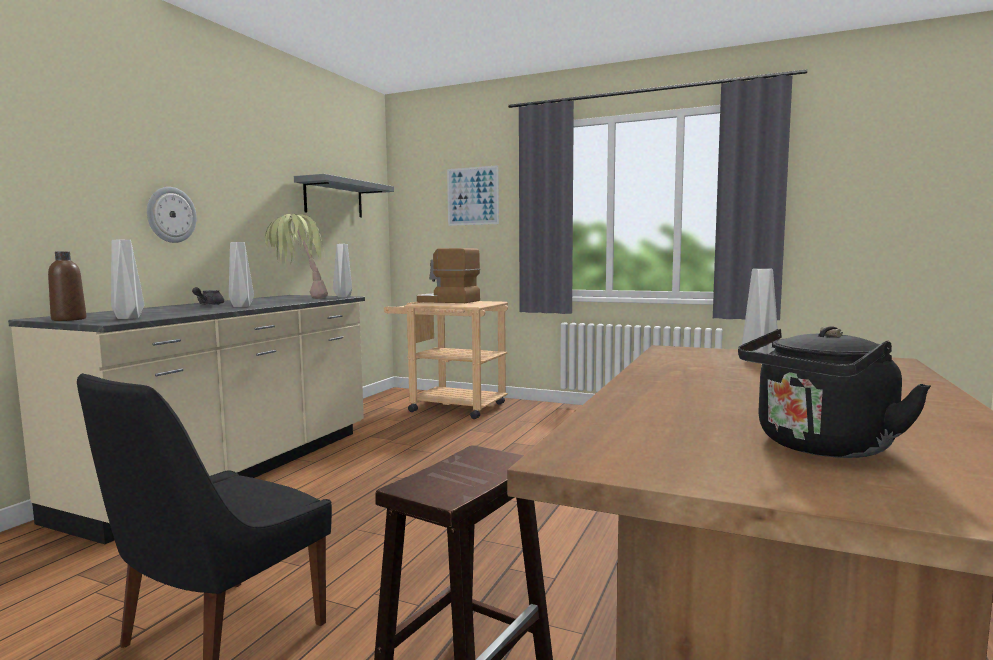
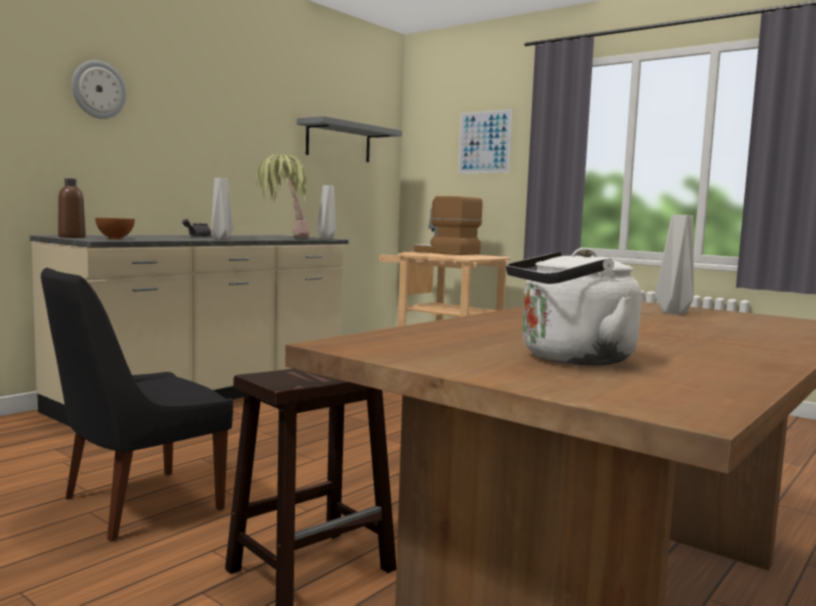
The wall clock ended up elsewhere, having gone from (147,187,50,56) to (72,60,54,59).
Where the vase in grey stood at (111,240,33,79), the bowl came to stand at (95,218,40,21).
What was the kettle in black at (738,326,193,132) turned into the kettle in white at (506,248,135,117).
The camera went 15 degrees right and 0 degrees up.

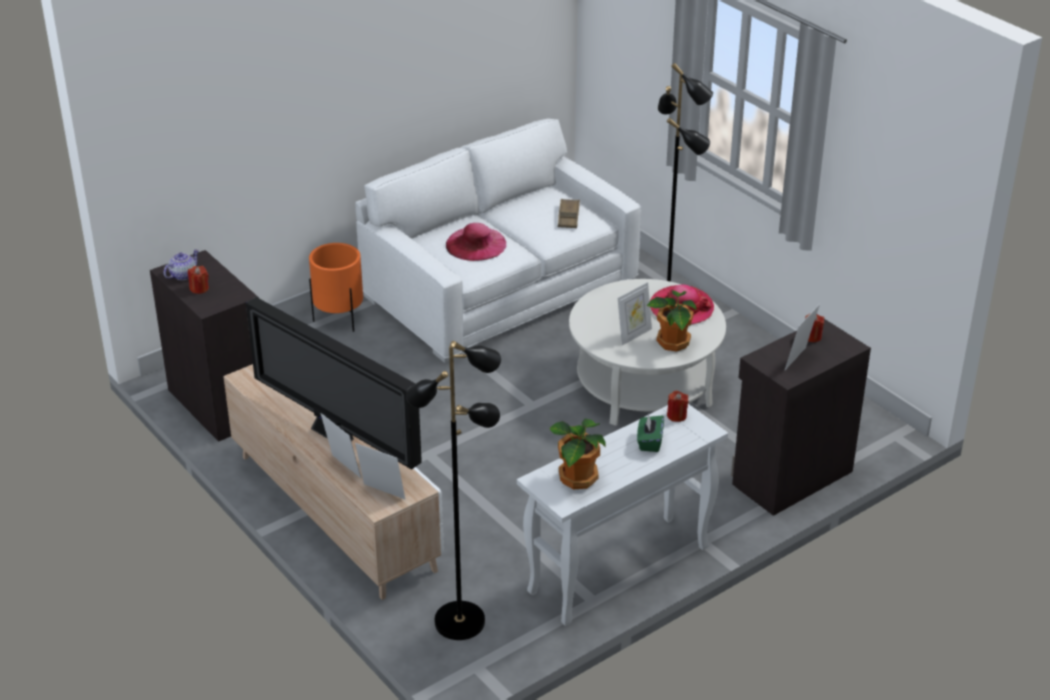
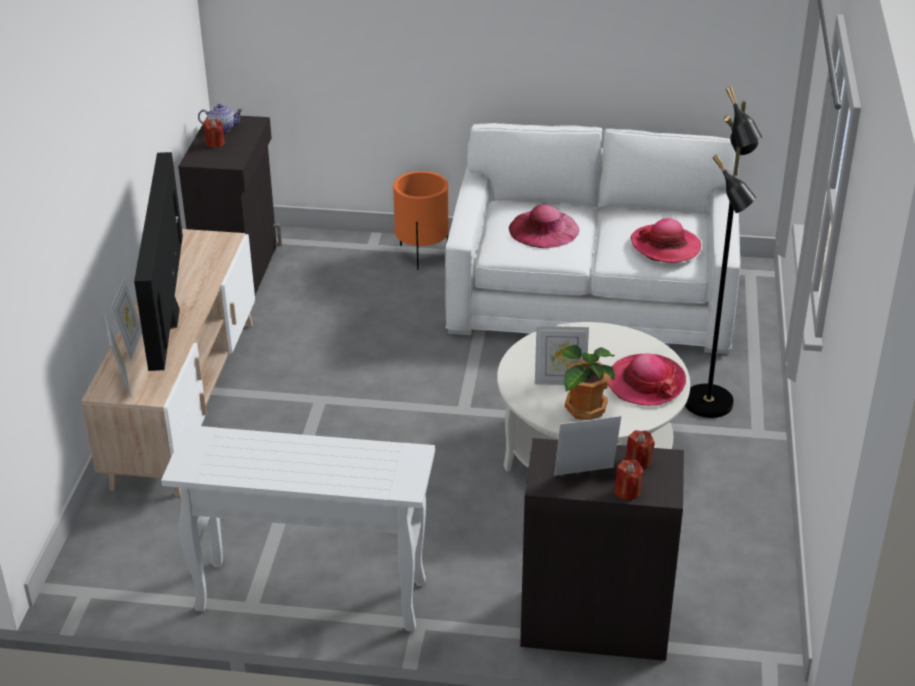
Where the tray in brown stood at (558,199,22,29), the hat came to stand at (630,219,71,44).
The second view lost the floor lamp in black at (406,341,95,299).
The candle in red ended up elsewhere, having gone from (667,391,22,31) to (614,460,30,40).
The second view lost the tissue box in green at (637,413,27,39).
The second view lost the potted plant at (550,419,56,70).
The camera went 45 degrees right and 0 degrees up.

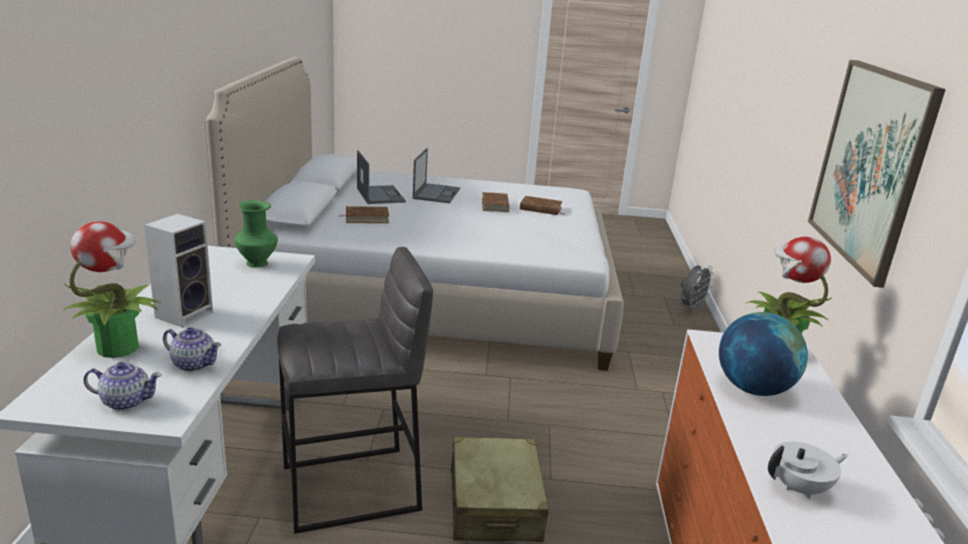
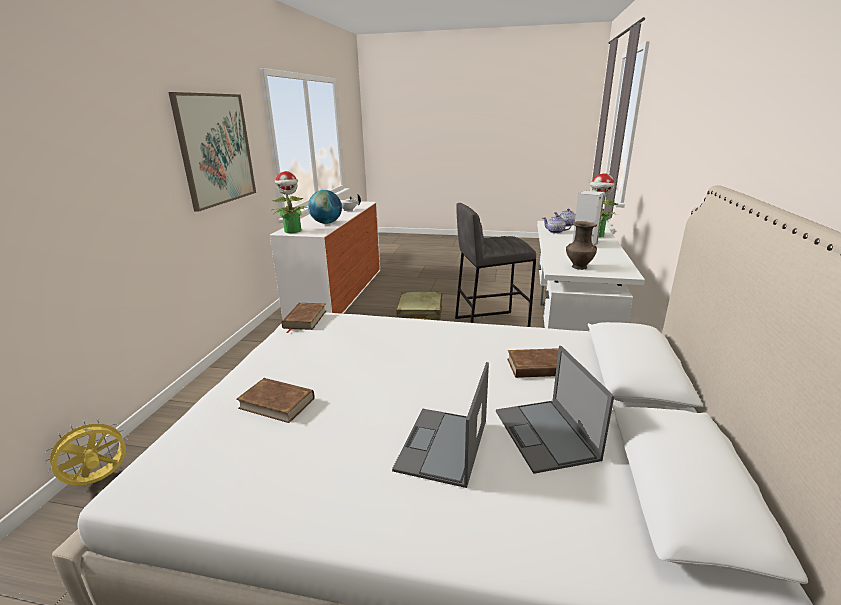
The book in brown ended up elsewhere, having gone from (482,192,28,20) to (282,303,45,30).
What was the vase in green at (235,200,43,68) turned into the vase in brown at (566,221,31,49).
What was the fan in grey at (681,265,33,49) turned into the fan in yellow at (44,418,84,68).
The camera went 170 degrees left and 0 degrees up.

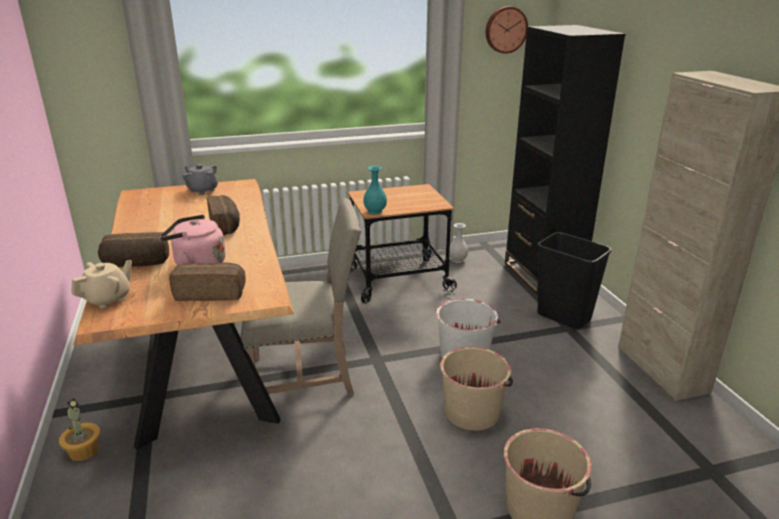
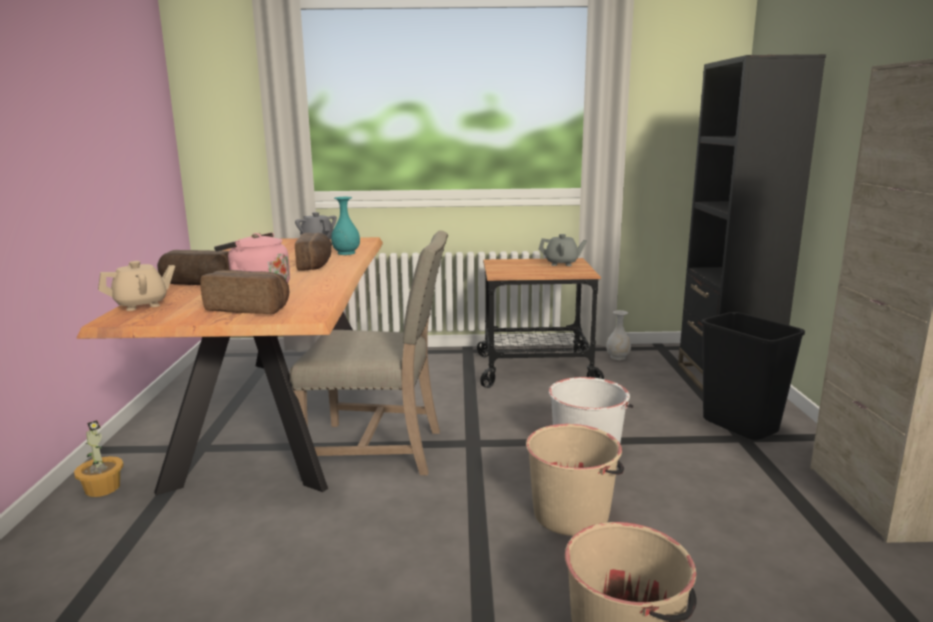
The second view lost the wall clock at (486,6,42,48).
The vase in turquoise ended up elsewhere, having gone from (363,166,24,48) to (331,197,29,58).
The second view gained the teapot in grey at (538,234,49,32).
The camera went 15 degrees right and 10 degrees down.

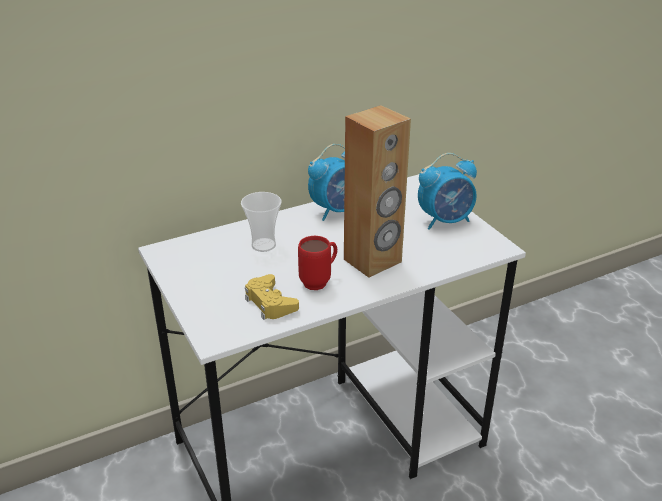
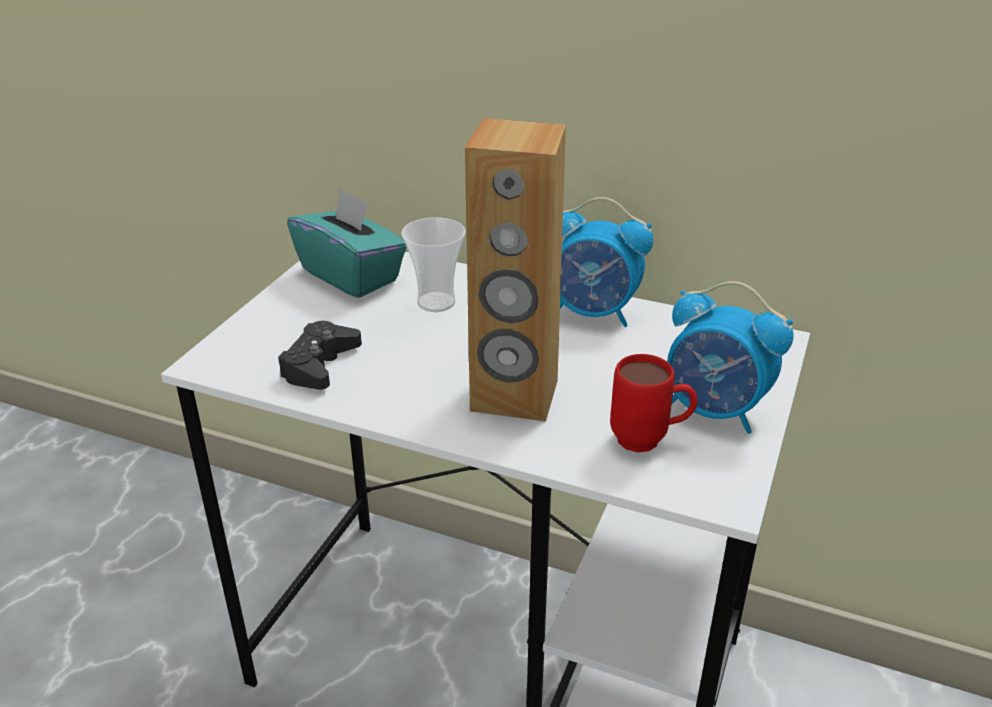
The mug in red ended up elsewhere, having gone from (298,236,39,54) to (610,354,88,98).
What was the game controller in yellow at (245,274,54,46) turned into the game controller in black at (278,321,84,69).
The second view gained the tissue box in turquoise at (287,188,120,110).
The camera went 50 degrees right and 0 degrees up.

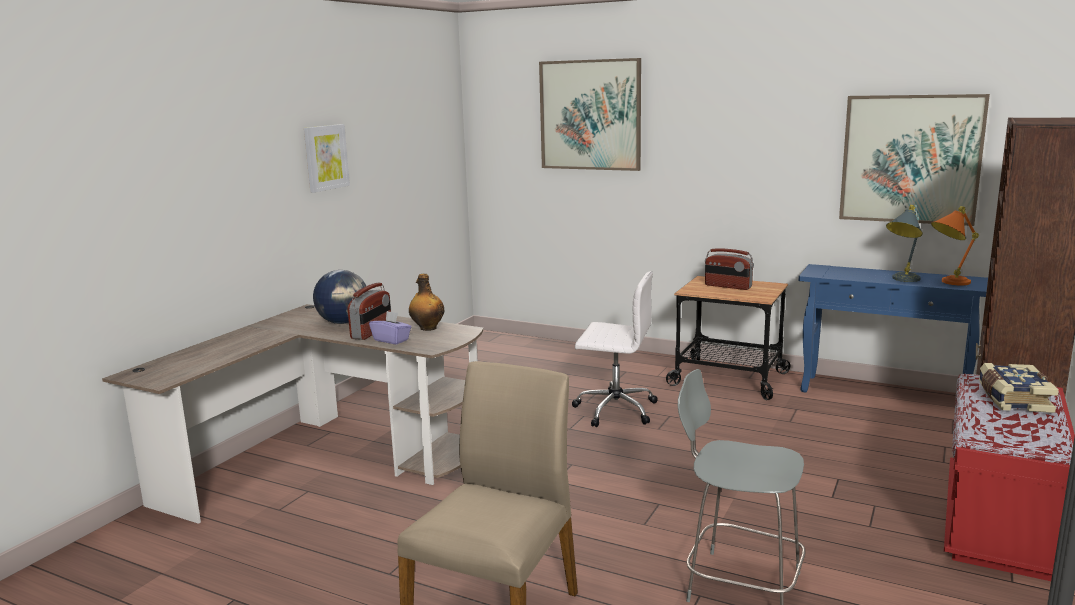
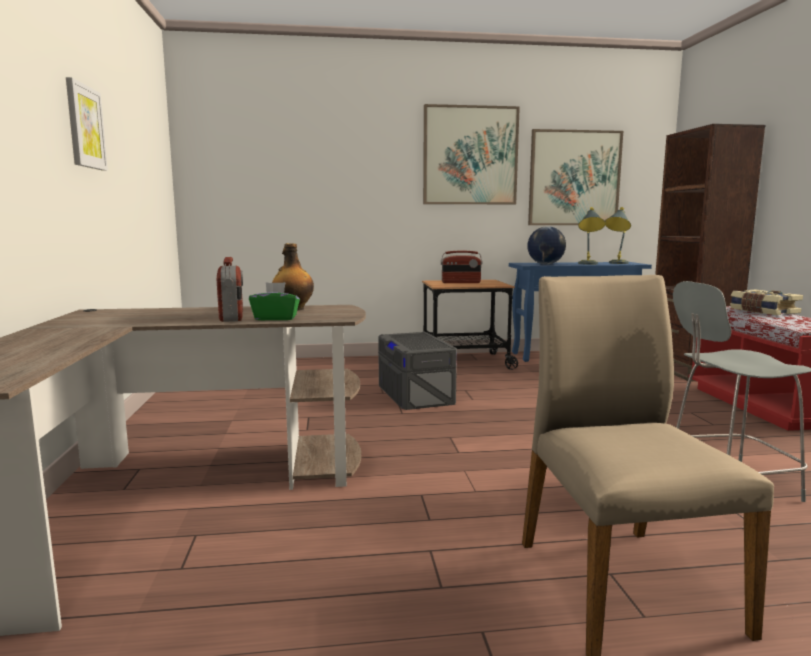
The picture ended up elsewhere, having gone from (539,58,102,113) to (423,104,97,100).
What was the table lamp in orange at (931,206,48,79) turned into the table lamp in grey at (605,207,26,57).
The globe ended up elsewhere, having gone from (313,270,54,54) to (527,226,39,38).
Where the office chair in white stood at (572,271,86,156), the storage box in grey came to stand at (378,332,79,78).
What was the tissue box in purple at (369,311,43,34) turned into the tissue box in green at (249,282,51,38).
The camera went 35 degrees left and 5 degrees down.

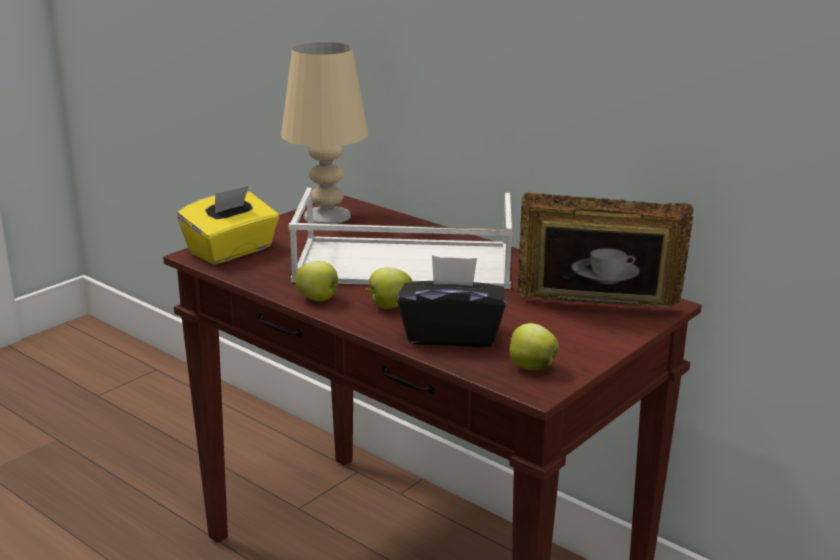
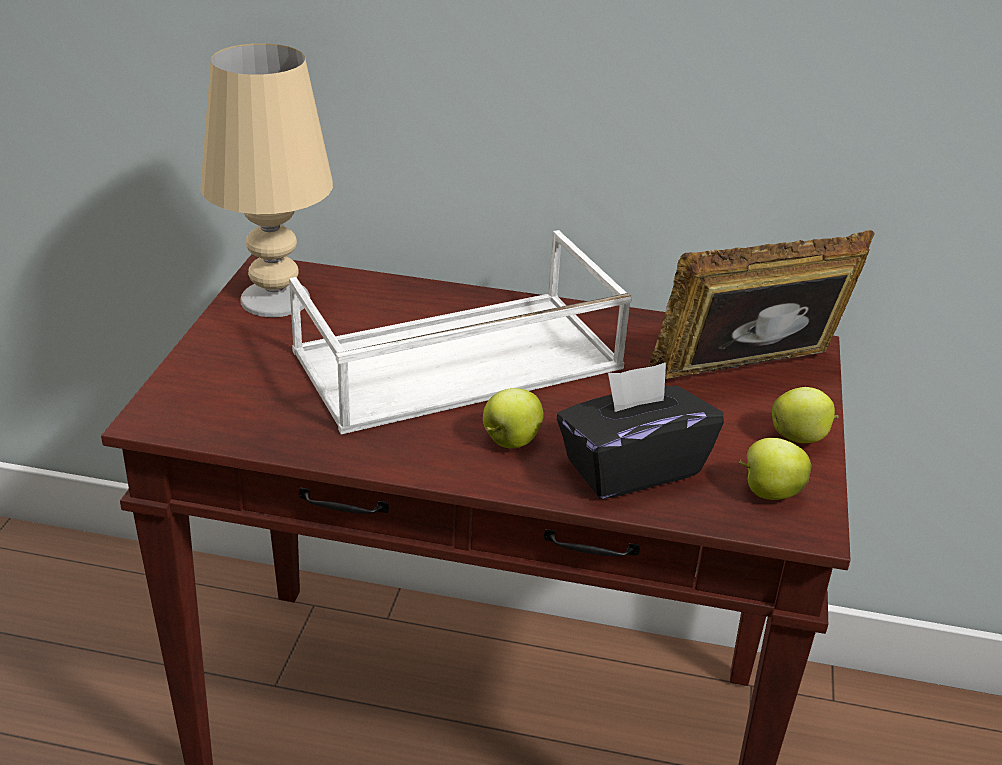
The second view lost the tissue box in yellow at (177,185,102,79).
The apple ended up elsewhere, having gone from (295,261,43,40) to (771,387,68,56).
The camera went 30 degrees left and 10 degrees up.

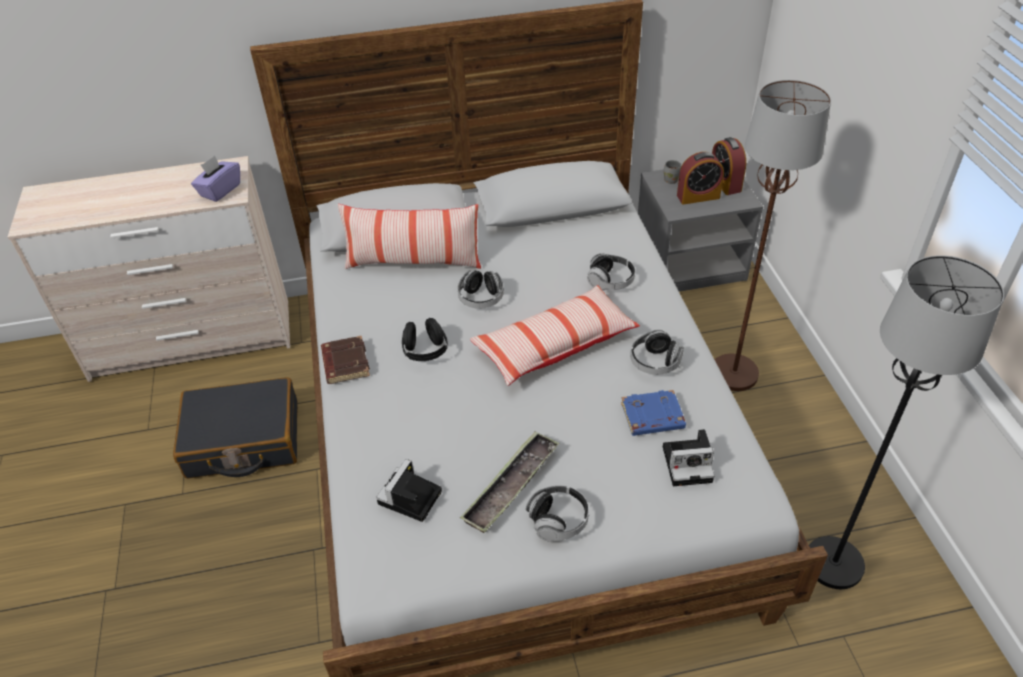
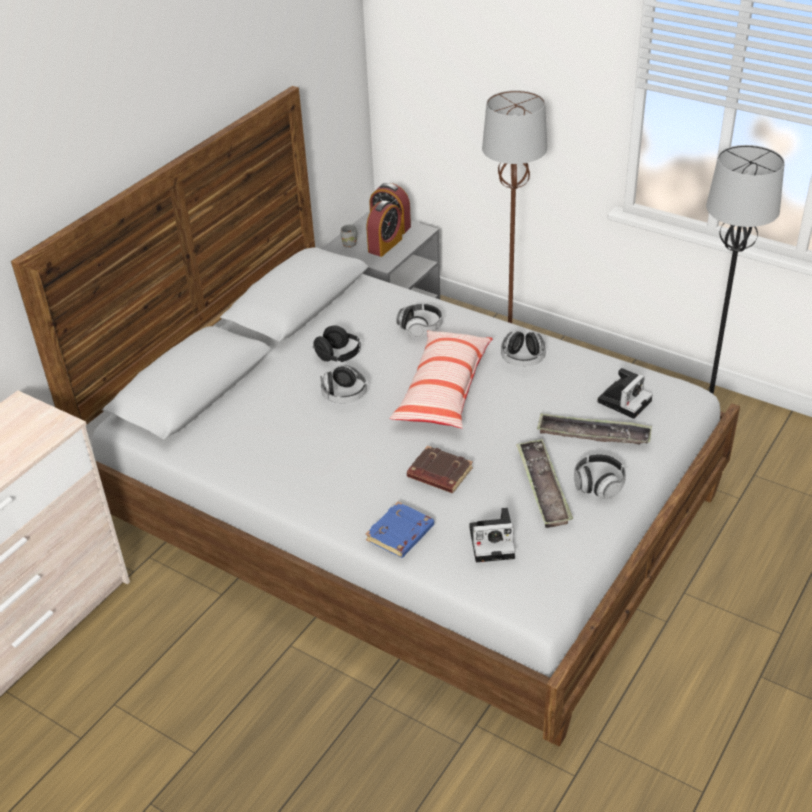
The second view lost the tissue box in purple at (191,156,49,46).
The second view lost the pillow at (338,204,143,65).
The headphones in black ended up elsewhere, having gone from (402,318,46,43) to (313,325,48,37).
The book in brown ended up elsewhere, having gone from (321,335,49,49) to (407,446,66,47).
The second view lost the suitcase in black at (173,377,125,101).
The book in blue ended up elsewhere, having gone from (621,390,65,46) to (365,502,69,56).
The photo camera at (376,459,66,63) ended up facing another way, 75 degrees counterclockwise from before.
The second view gained the tray at (537,413,115,31).
The camera went 45 degrees left and 5 degrees down.

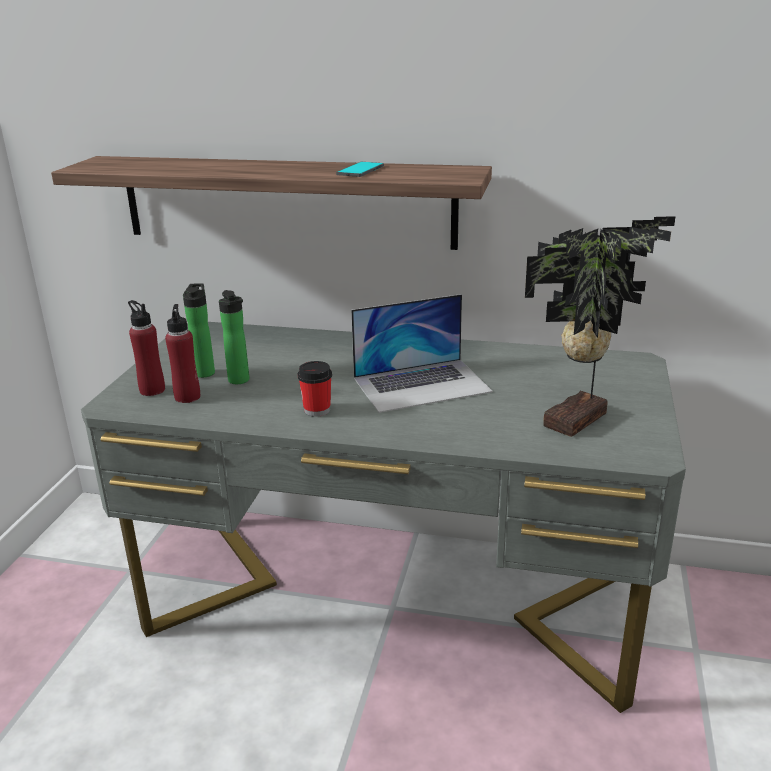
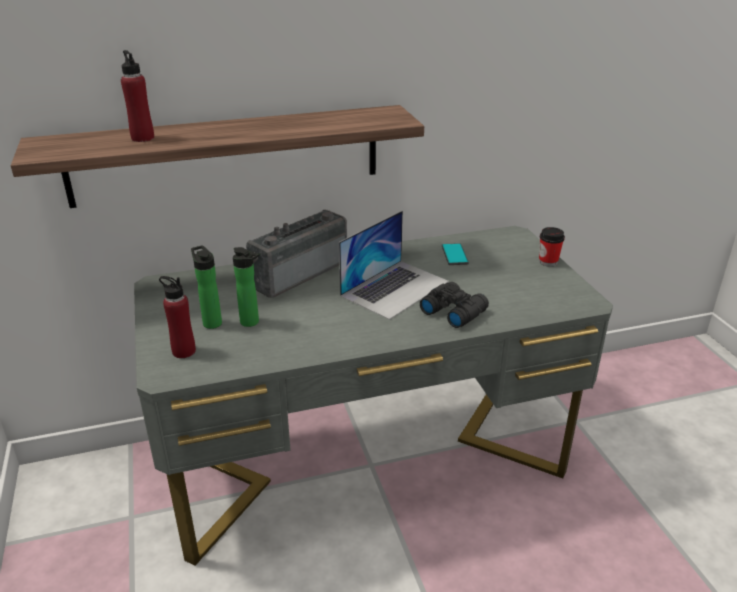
The phone ended up elsewhere, having gone from (336,162,48,15) to (442,243,27,22).
The second view lost the potted plant at (525,216,151,221).
The bottle in red ended up elsewhere, having gone from (165,304,35,99) to (121,50,33,92).
The cup ended up elsewhere, having gone from (298,361,34,56) to (539,227,26,40).
The second view gained the radio at (246,210,101,88).
The second view gained the binoculars in black at (420,282,69,46).
The camera went 30 degrees left and 5 degrees up.

